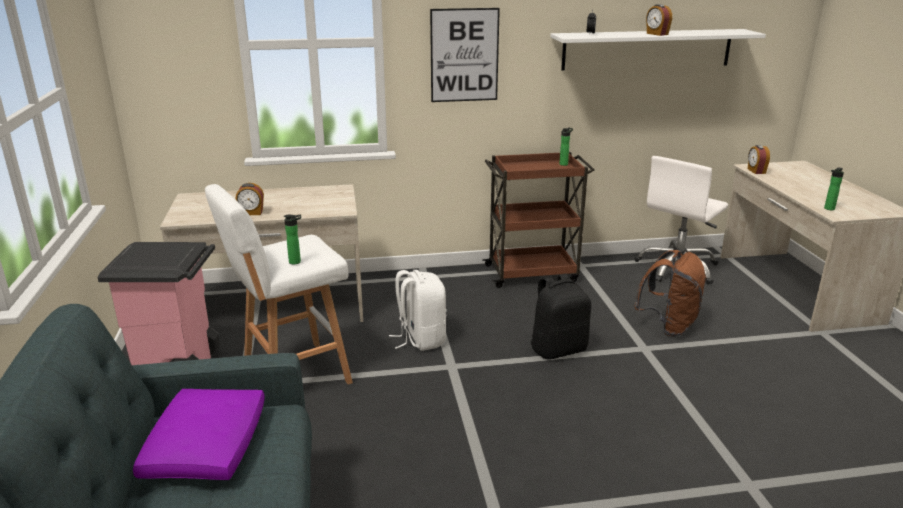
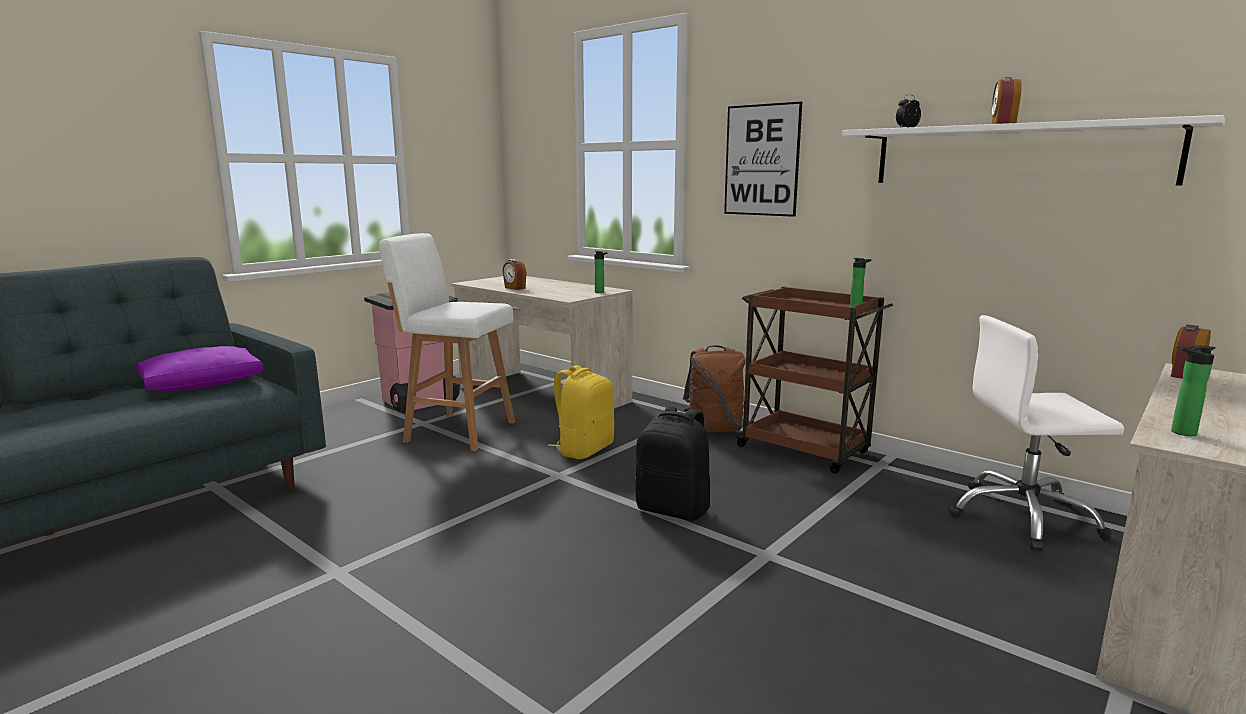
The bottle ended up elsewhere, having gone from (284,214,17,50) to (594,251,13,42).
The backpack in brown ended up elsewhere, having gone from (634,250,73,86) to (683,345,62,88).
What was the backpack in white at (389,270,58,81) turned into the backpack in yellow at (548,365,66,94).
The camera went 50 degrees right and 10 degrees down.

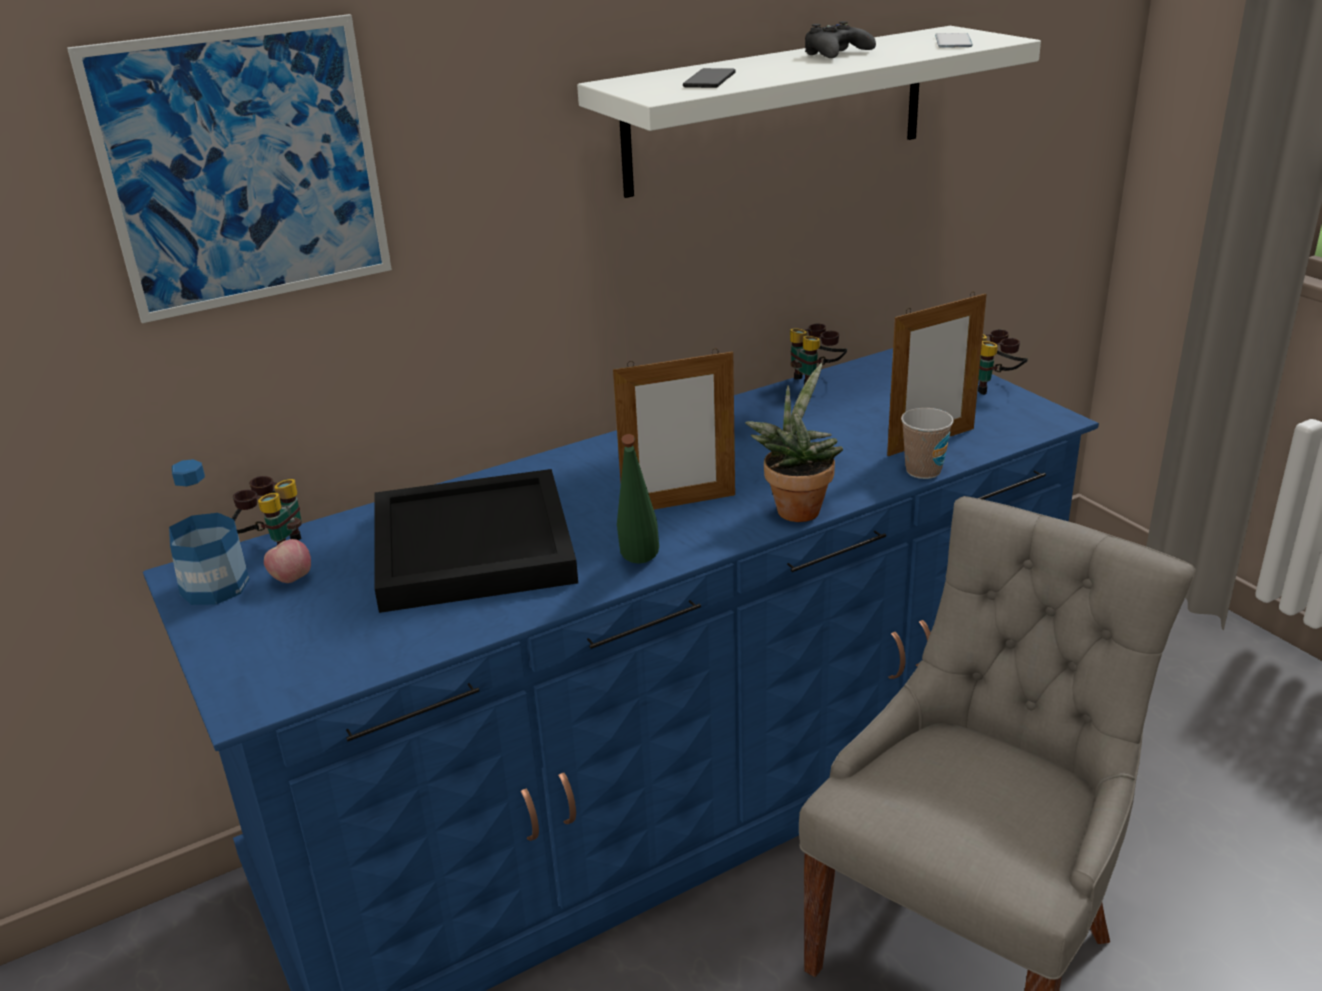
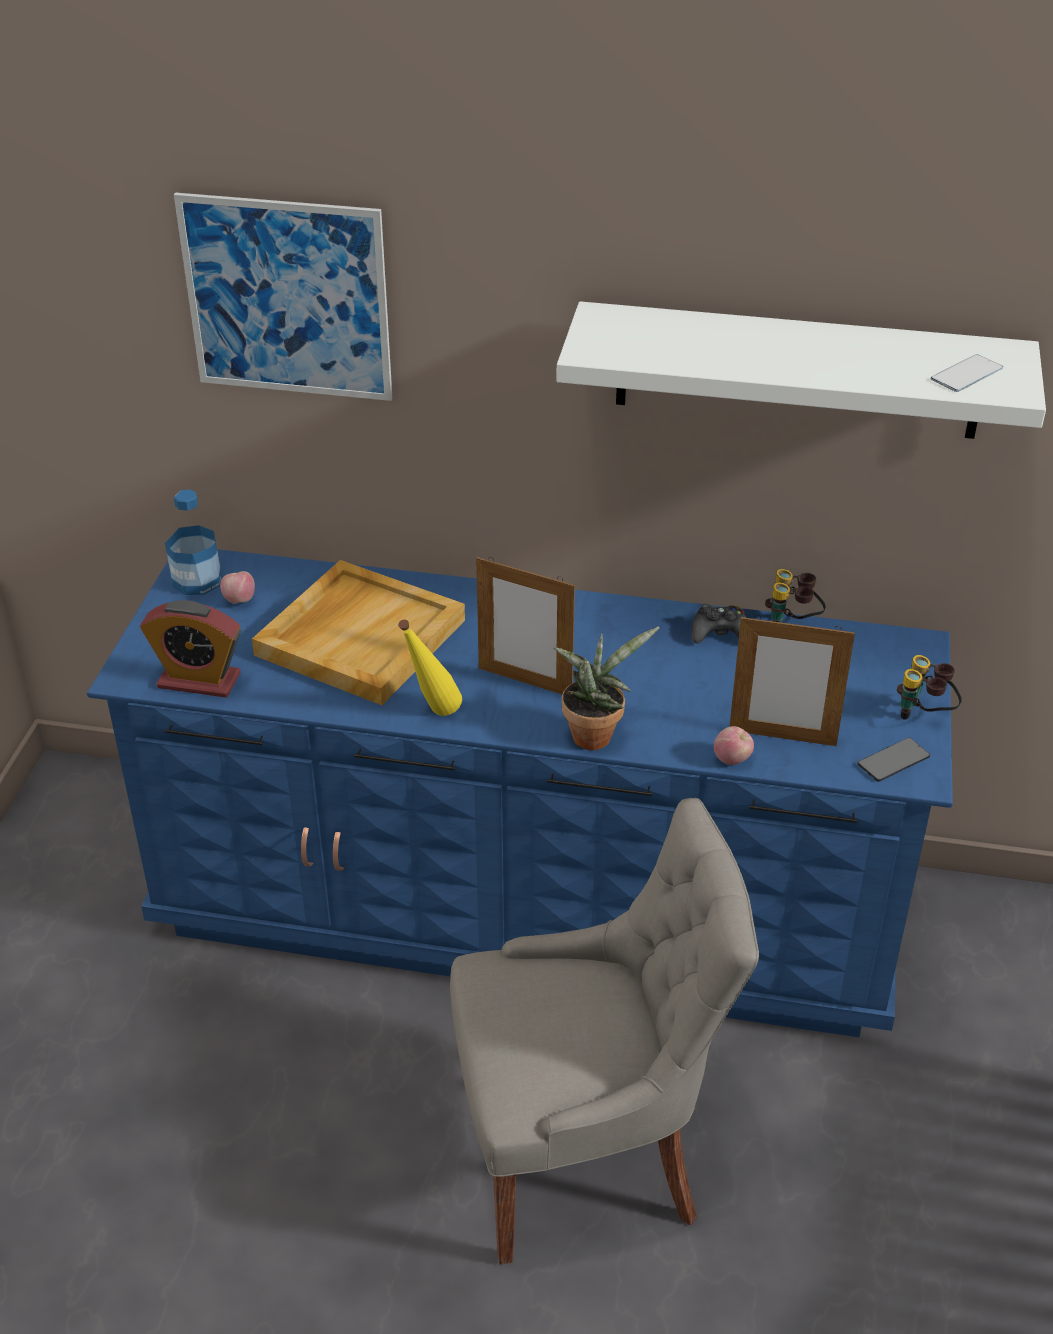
The game controller in black ended up elsewhere, having gone from (805,21,71,37) to (692,604,55,39).
The phone ended up elsewhere, having gone from (683,68,52,20) to (858,738,72,44).
Where the cup stood at (901,408,53,71), the apple came to stand at (714,726,40,39).
What was the bottle in green at (617,434,42,130) turned into the bottle in yellow at (398,620,64,96).
What was the tray in black at (374,469,204,144) turned into the tray in beige at (252,560,213,145).
The second view lost the binoculars at (232,476,70,69).
The second view gained the alarm clock at (140,600,101,97).
The camera went 40 degrees right and 10 degrees up.

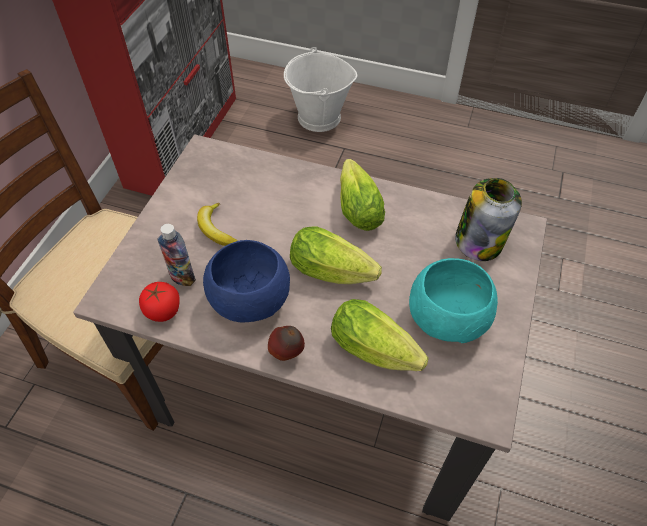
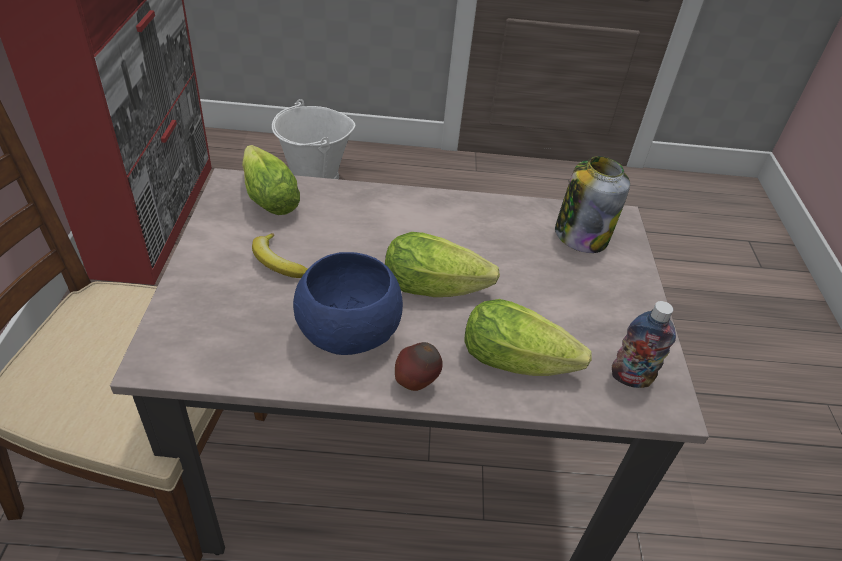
The lettuce ended up elsewhere, having gone from (340,159,45,72) to (242,145,58,70).
The bottle ended up elsewhere, having gone from (157,224,39,62) to (612,301,64,87).
The second view lost the bowl in turquoise at (409,258,89,85).
The second view lost the tomato at (139,282,41,40).
The camera went 20 degrees left and 10 degrees down.

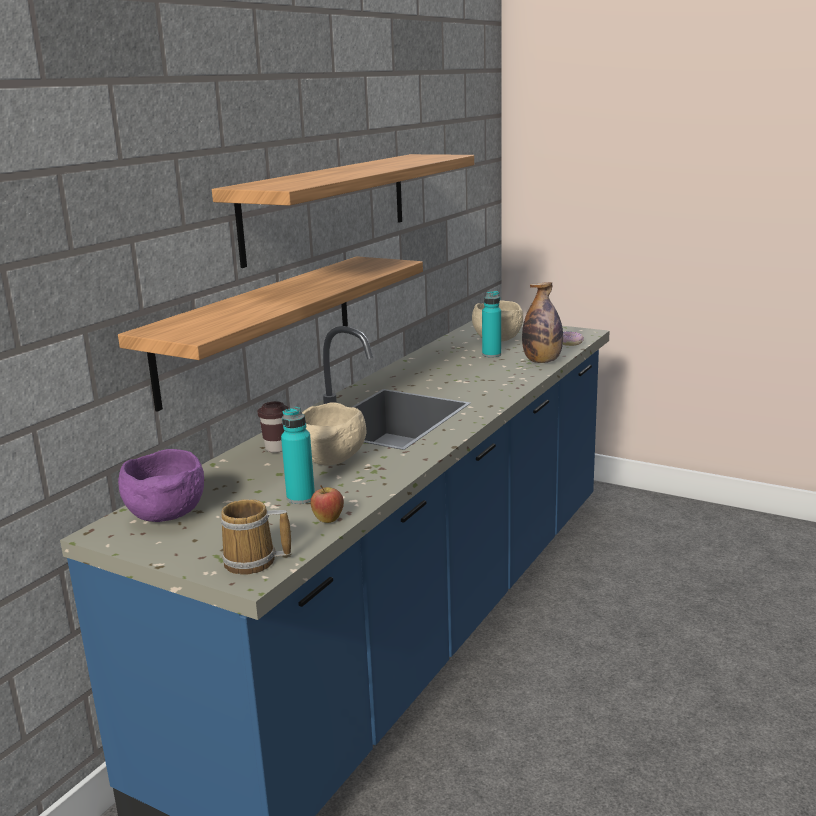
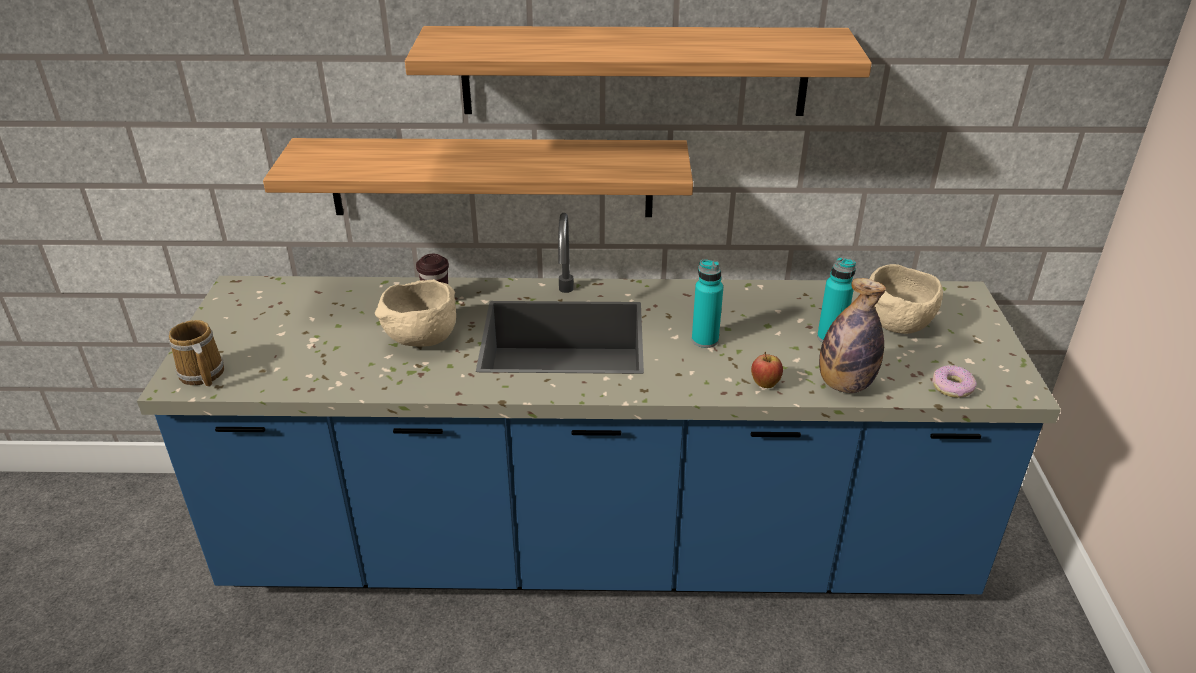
The bottle in turquoise ended up elsewhere, having gone from (281,407,34,97) to (692,260,31,88).
The second view lost the bowl in purple at (118,449,86,73).
The apple ended up elsewhere, having gone from (311,485,33,38) to (751,352,32,36).
The camera went 60 degrees right and 15 degrees up.

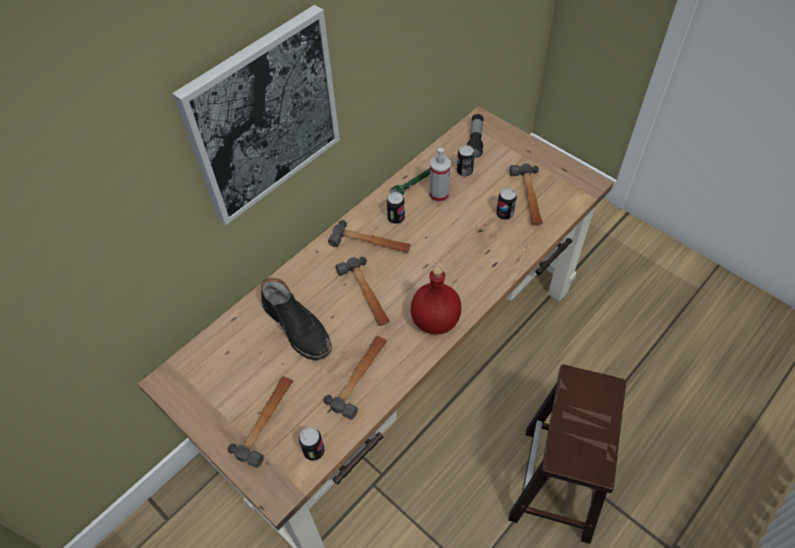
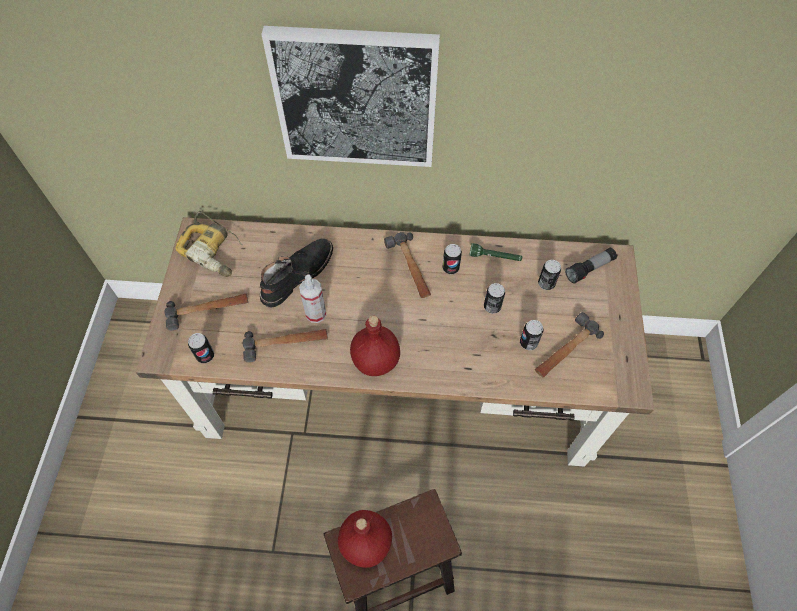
The spray bottle ended up elsewhere, having gone from (430,148,21,55) to (299,275,28,48).
The second view lost the hammer at (336,257,54,69).
The boot in black at (261,278,71,82) ended up facing another way, 150 degrees counterclockwise from before.
The second view gained the power drill at (175,211,67,66).
The second view gained the can at (484,283,21,31).
The second view gained the bottle in red at (338,510,54,58).
The camera went 50 degrees right and 5 degrees up.

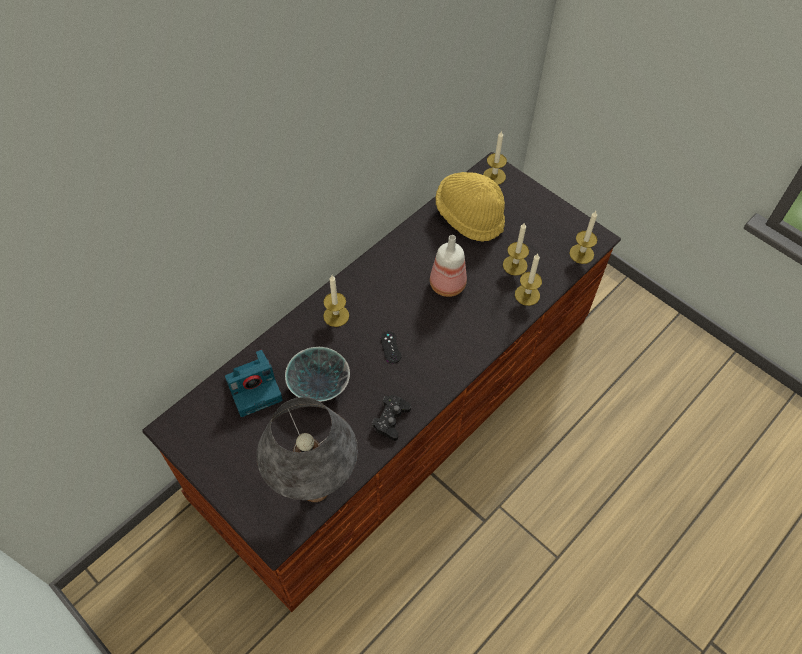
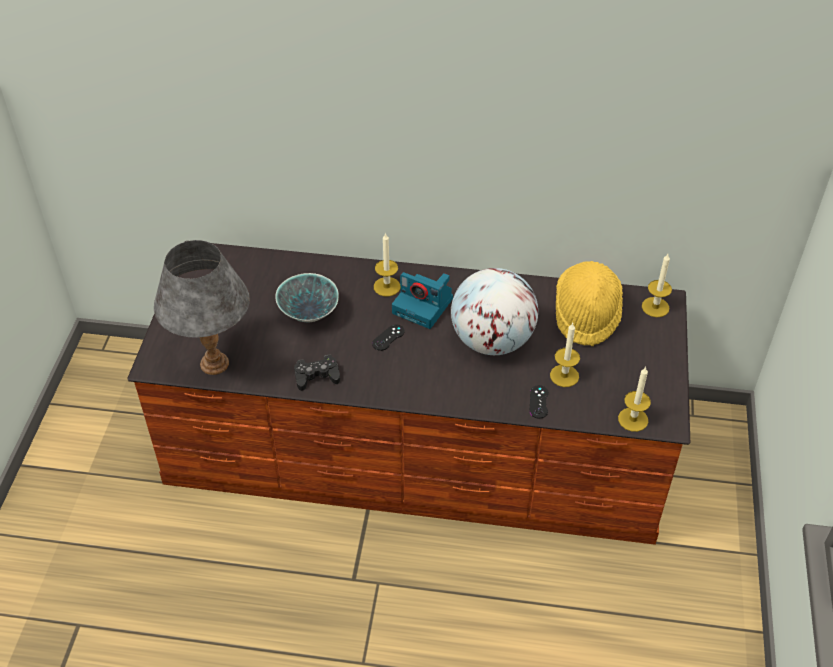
Where the bottle stood at (430,235,37,62), the globe came to stand at (451,268,87,87).
Where the candle stood at (515,254,27,52), the game controller in black came to stand at (530,385,19,34).
The photo camera ended up elsewhere, having gone from (225,350,58,67) to (392,272,61,57).
The camera went 55 degrees right and 10 degrees down.

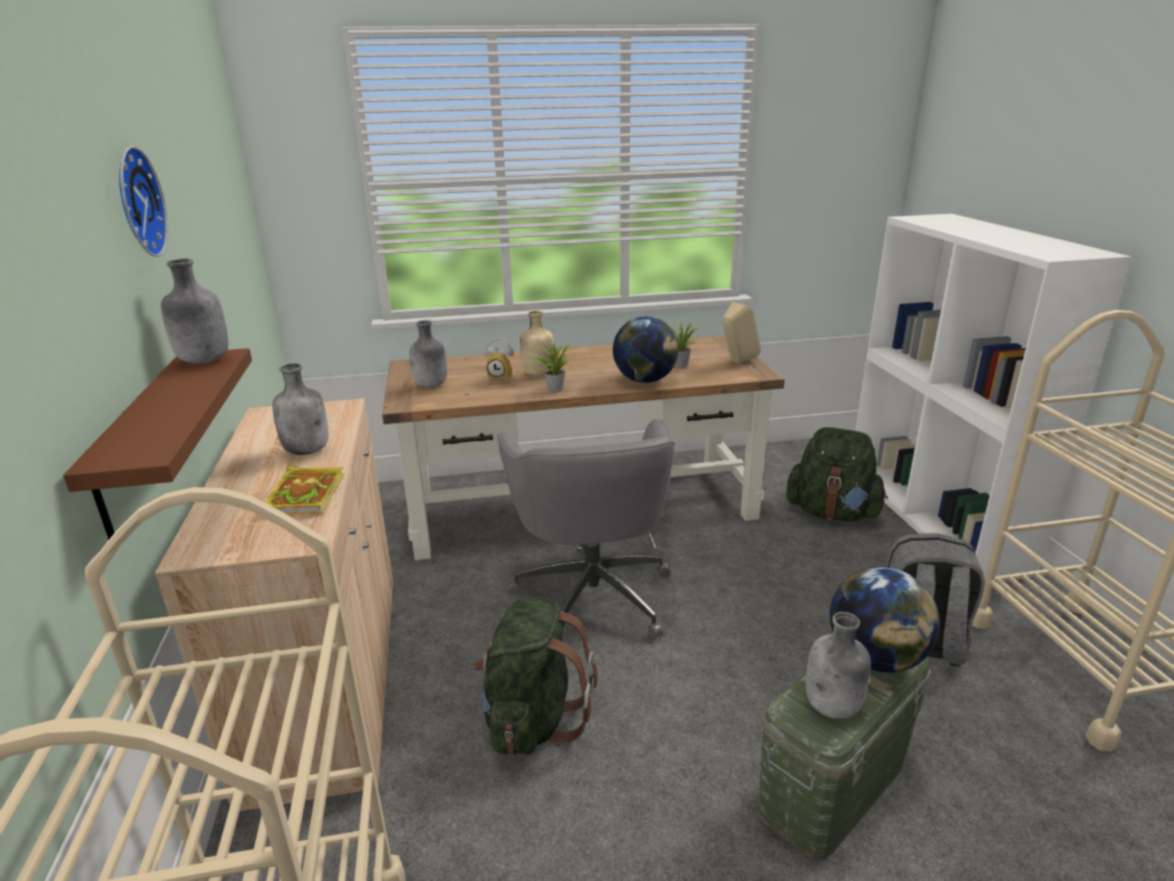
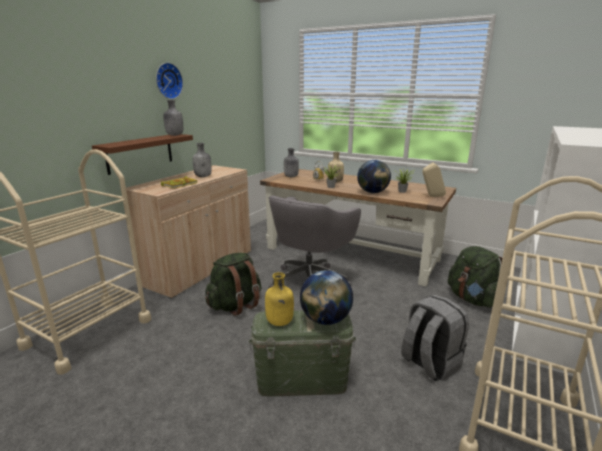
What was the bottle in grey at (806,612,65,107) turned into the bottle in yellow at (265,272,29,54).
The camera went 40 degrees right and 5 degrees down.

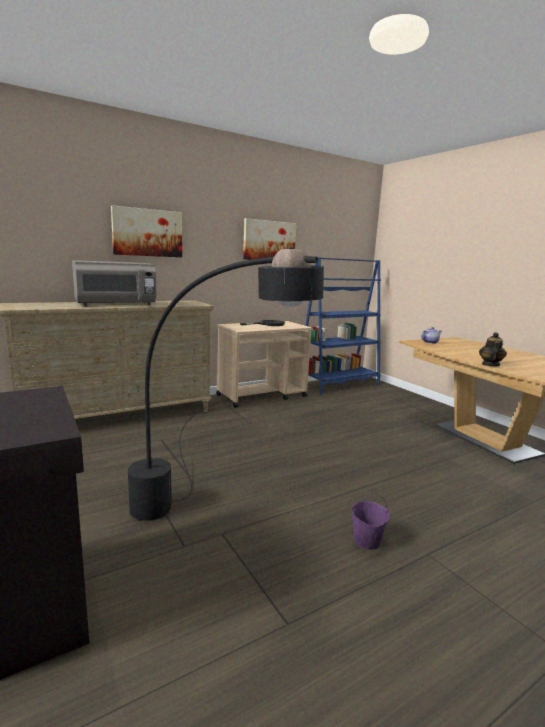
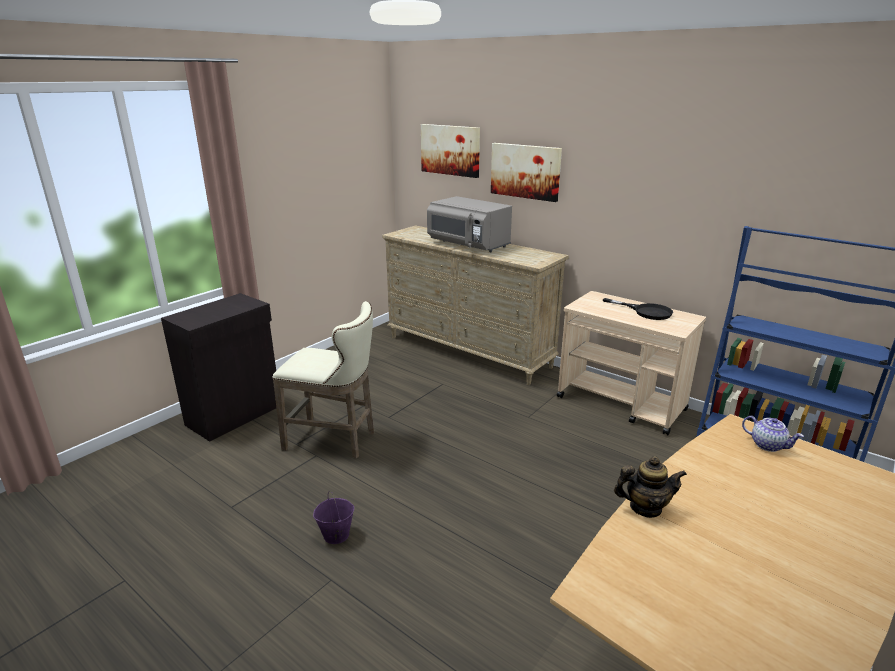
The picture ended up elsewhere, having gone from (243,218,53,42) to (421,124,59,54).
Where the floor lamp in black stood at (128,247,196,274), the stool in beige came to stand at (272,301,102,157).
The camera went 70 degrees right and 10 degrees up.

